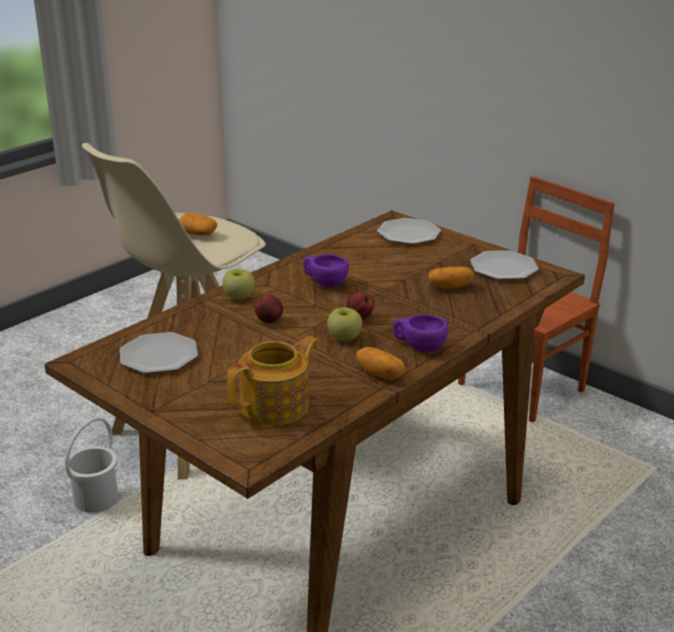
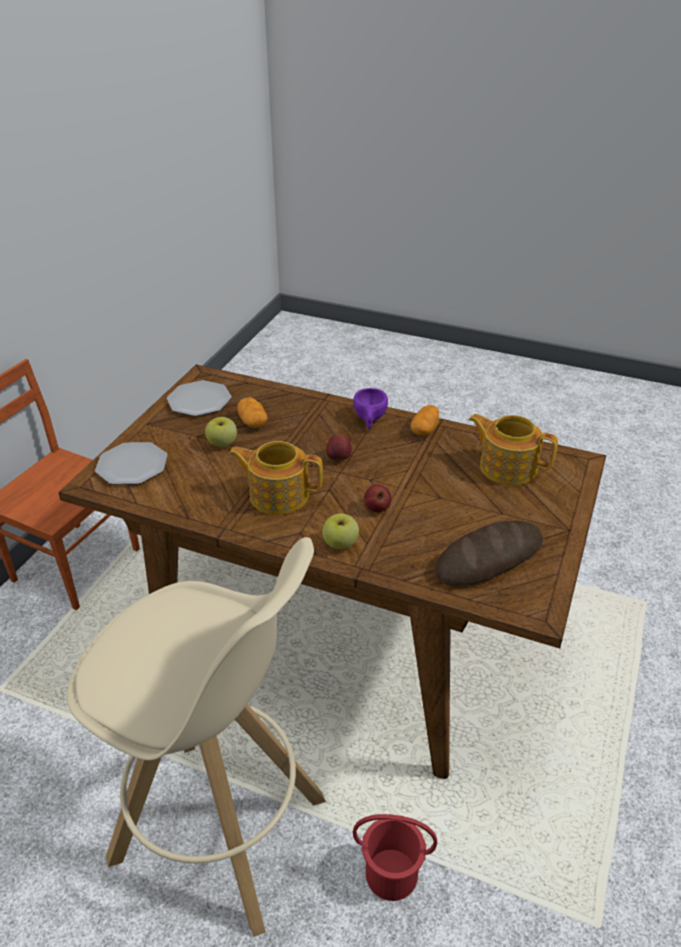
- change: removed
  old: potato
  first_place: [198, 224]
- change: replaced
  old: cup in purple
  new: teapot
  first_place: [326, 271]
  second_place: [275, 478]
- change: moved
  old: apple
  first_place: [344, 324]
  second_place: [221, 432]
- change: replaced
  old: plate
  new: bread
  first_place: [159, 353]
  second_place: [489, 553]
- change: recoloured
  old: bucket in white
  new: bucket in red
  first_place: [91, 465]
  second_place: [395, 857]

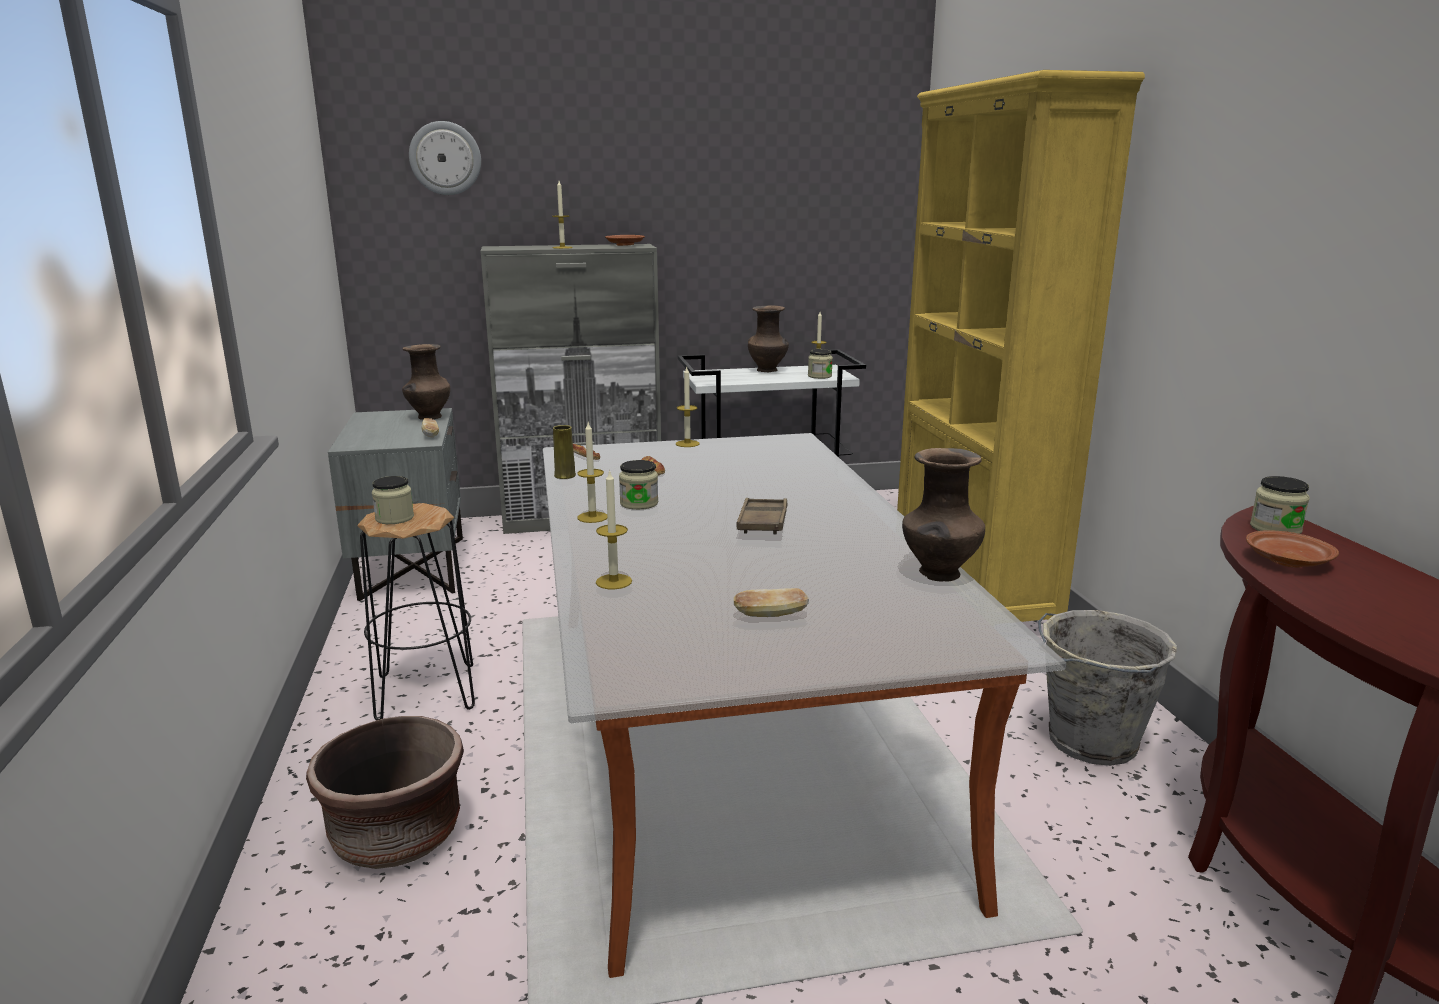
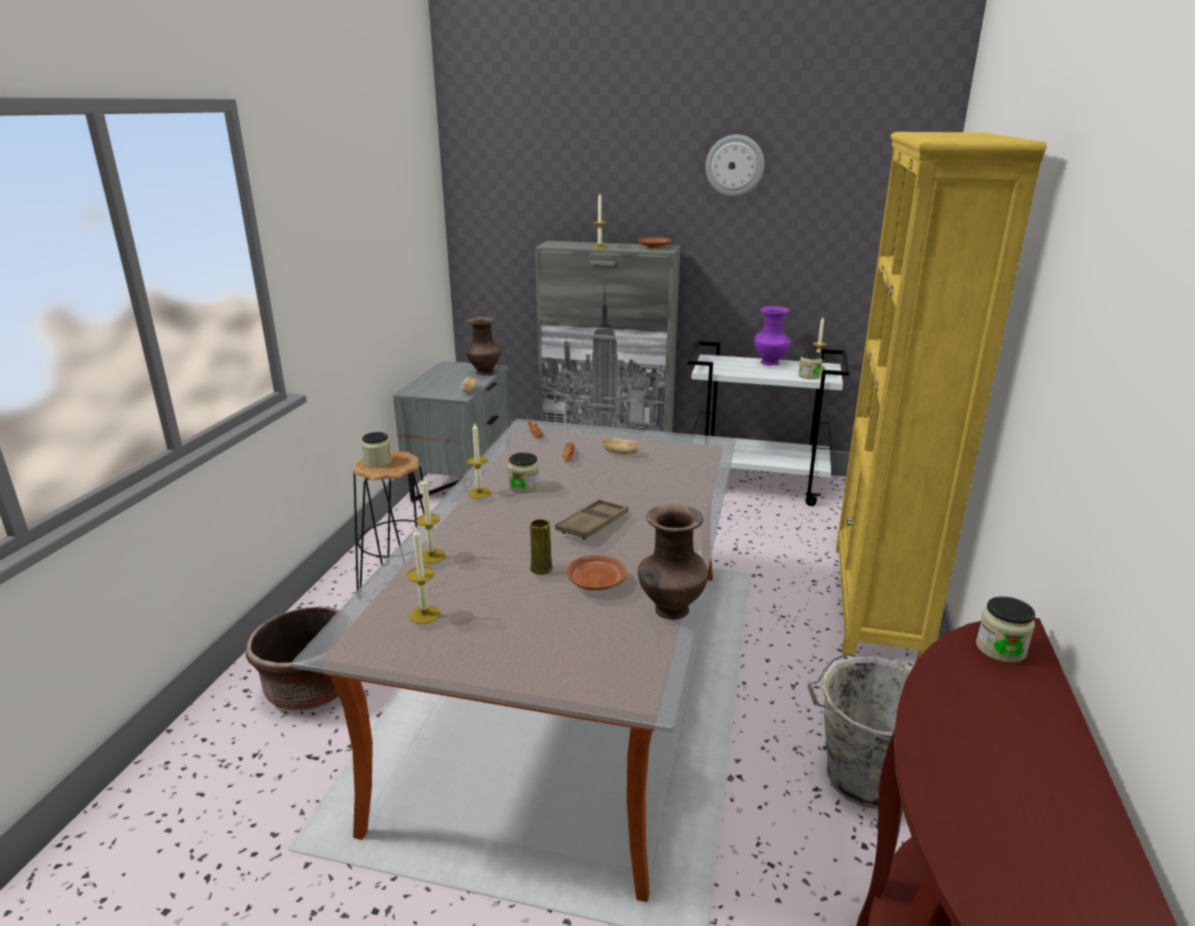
- change: moved
  old: wall clock
  first_place: [445, 158]
  second_place: [734, 165]
- change: recoloured
  old: vase in brown
  new: vase in purple
  first_place: [768, 338]
  second_place: [772, 336]
- change: moved
  old: candle
  first_place: [687, 406]
  second_place: [424, 575]
- change: moved
  old: vase in yellow
  first_place: [564, 452]
  second_place: [541, 547]
- change: moved
  old: plate in brown
  first_place: [1292, 549]
  second_place: [597, 572]
- change: moved
  old: bread
  first_place: [771, 602]
  second_place: [621, 446]

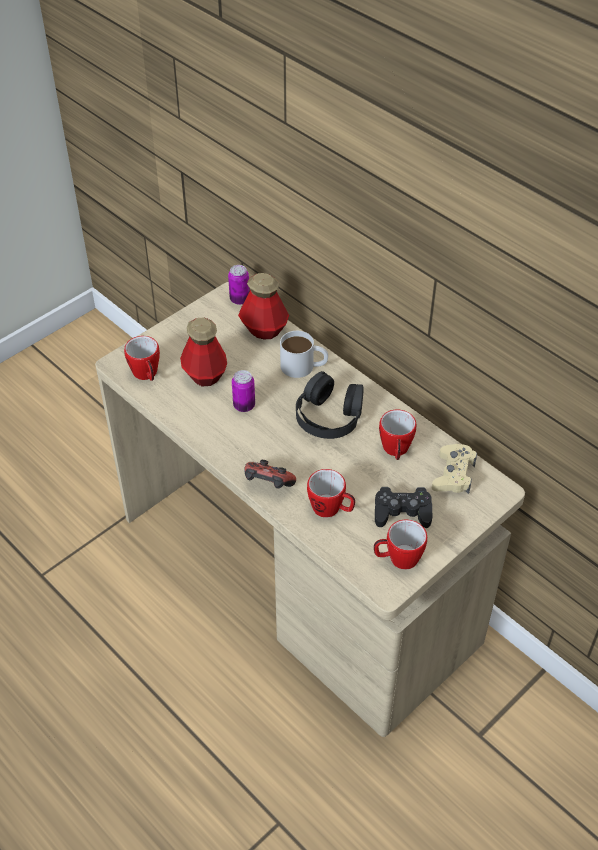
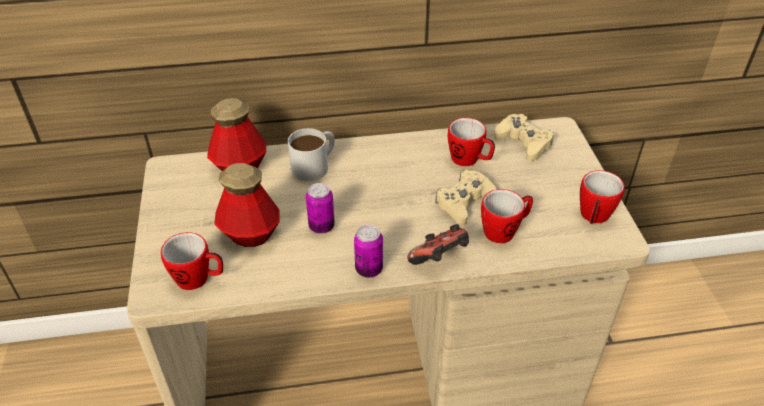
- change: moved
  old: can
  first_place: [239, 285]
  second_place: [368, 251]
- change: removed
  old: headphones in black
  first_place: [330, 405]
- change: removed
  old: game controller in black
  first_place: [404, 507]
- change: added
  new: game controller in beige
  second_place: [465, 197]

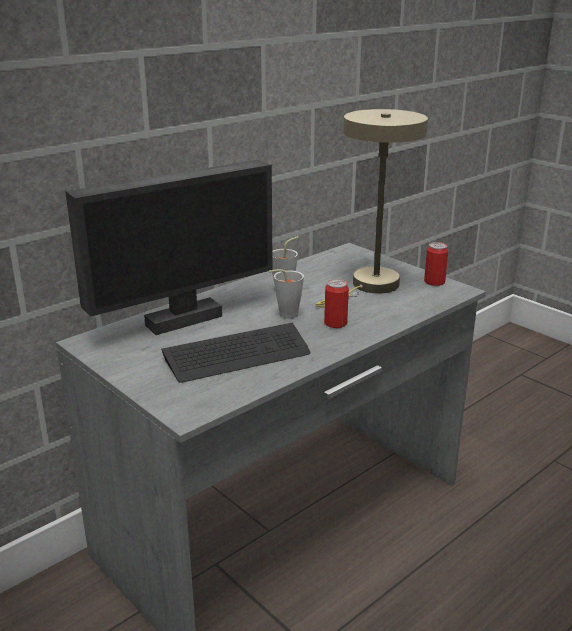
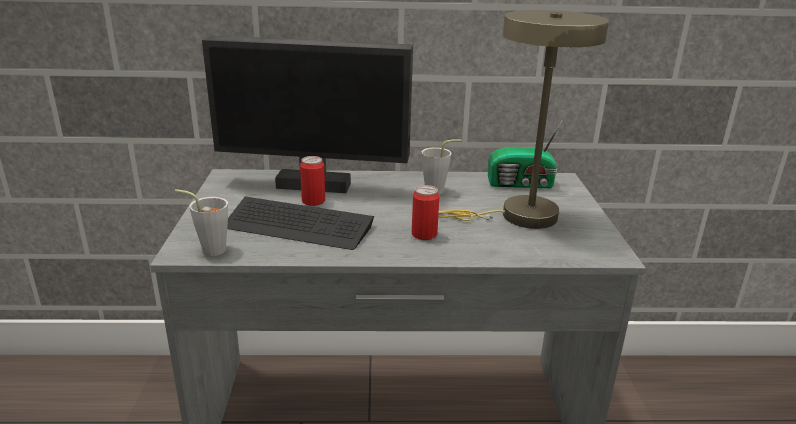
- change: moved
  old: can
  first_place: [436, 264]
  second_place: [312, 181]
- change: moved
  old: cup in grey
  first_place: [286, 294]
  second_place: [201, 222]
- change: added
  new: radio
  second_place: [525, 154]

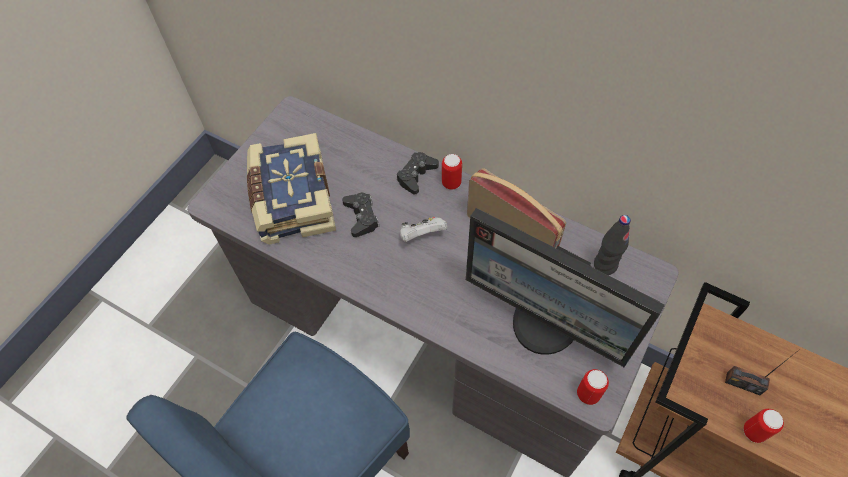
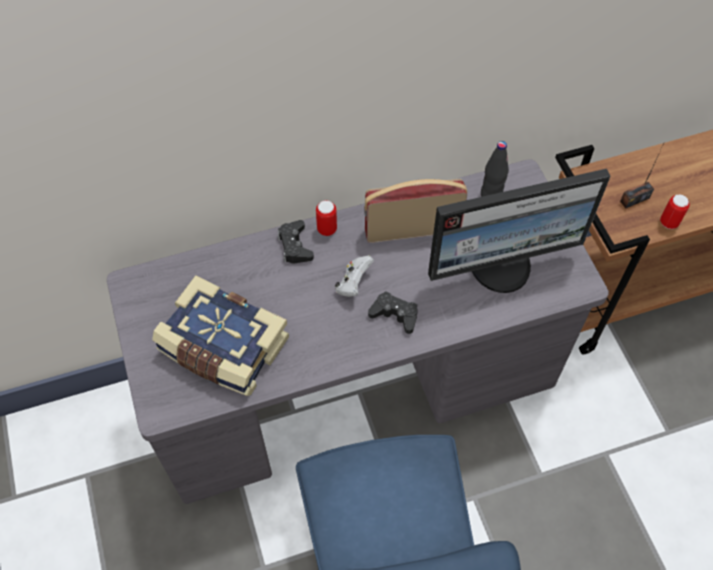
- change: moved
  old: game controller in black
  first_place: [361, 215]
  second_place: [393, 312]
- change: removed
  old: can
  first_place: [593, 387]

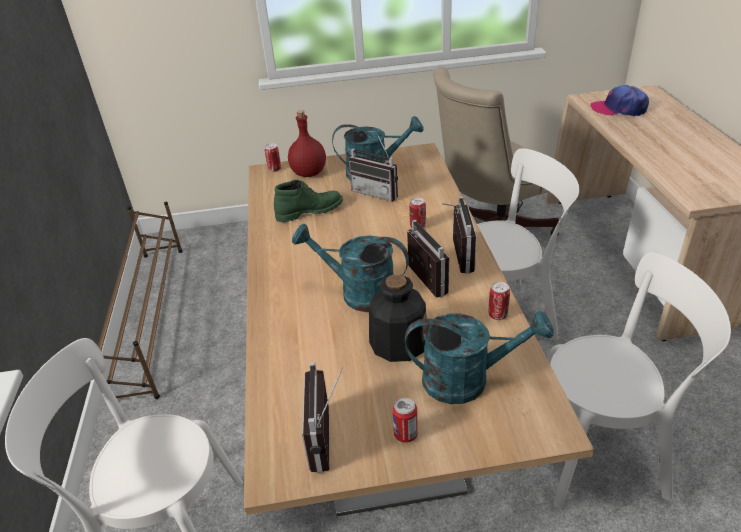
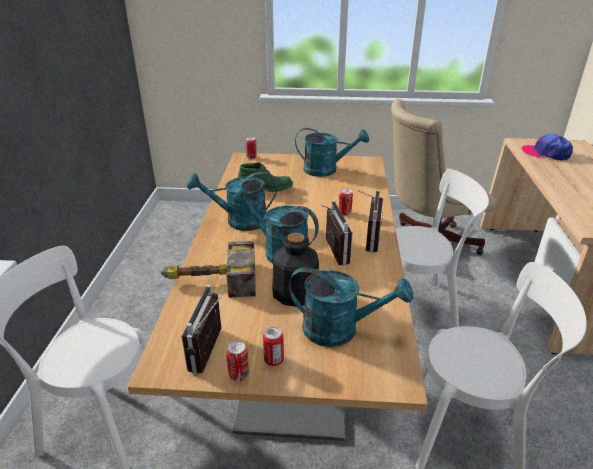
- change: removed
  old: bottle in red
  first_place: [307, 143]
- change: removed
  old: radio
  first_place: [373, 167]
- change: removed
  old: shoe rack in brown
  first_place: [140, 300]
- change: moved
  old: can
  first_place: [499, 301]
  second_place: [237, 361]
- change: added
  new: watering can in turquoise
  second_place: [232, 201]
- change: added
  new: hammer
  second_place: [208, 269]

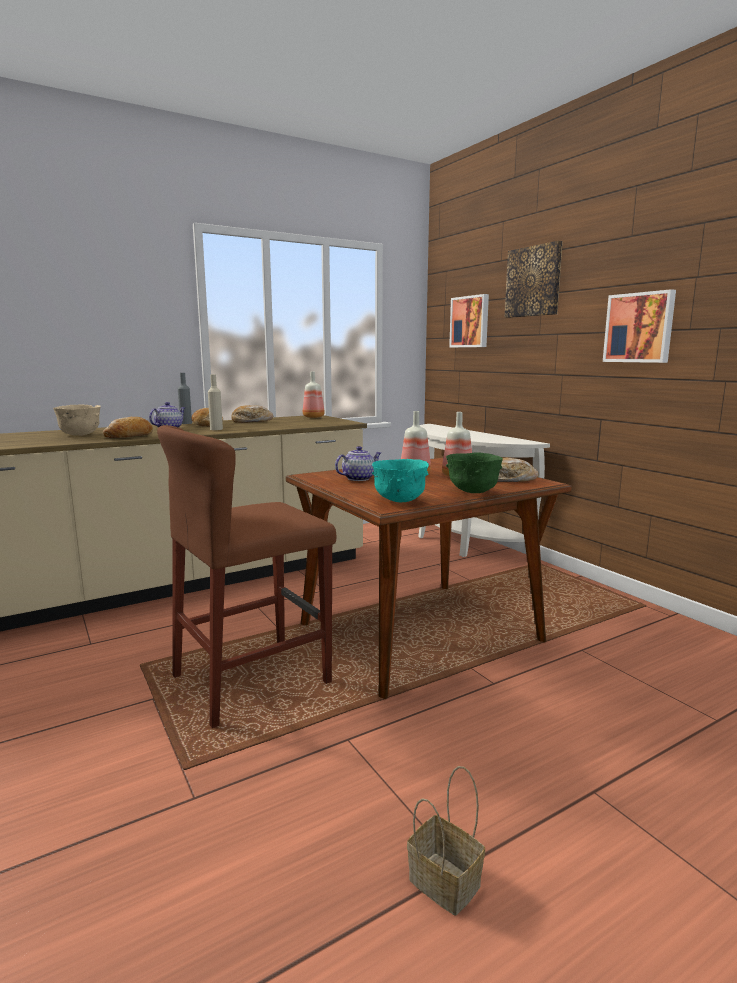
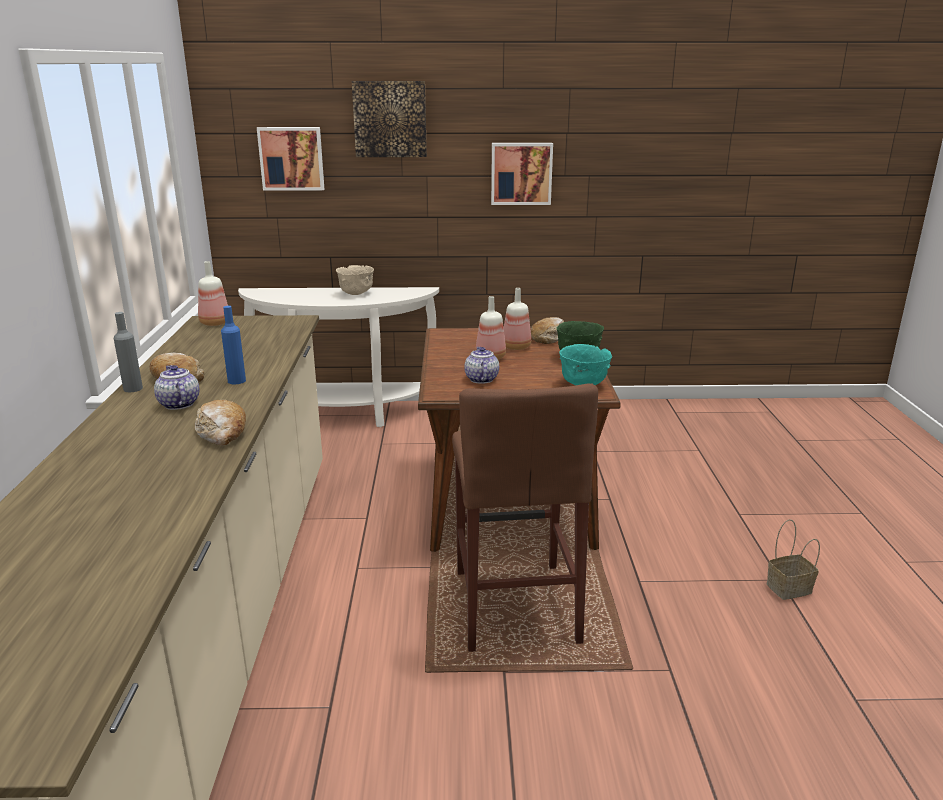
- change: recoloured
  old: bottle in beige
  new: bottle in blue
  first_place: [215, 402]
  second_place: [233, 345]
- change: moved
  old: bowl in beige
  first_place: [77, 420]
  second_place: [355, 280]
- change: removed
  old: bread
  first_place: [252, 414]

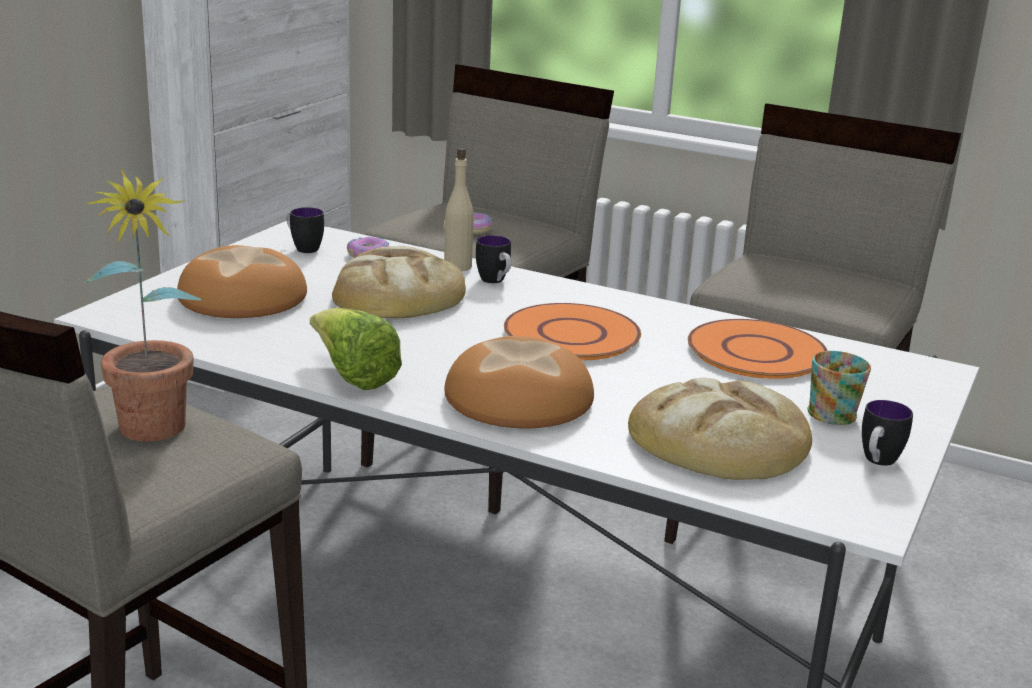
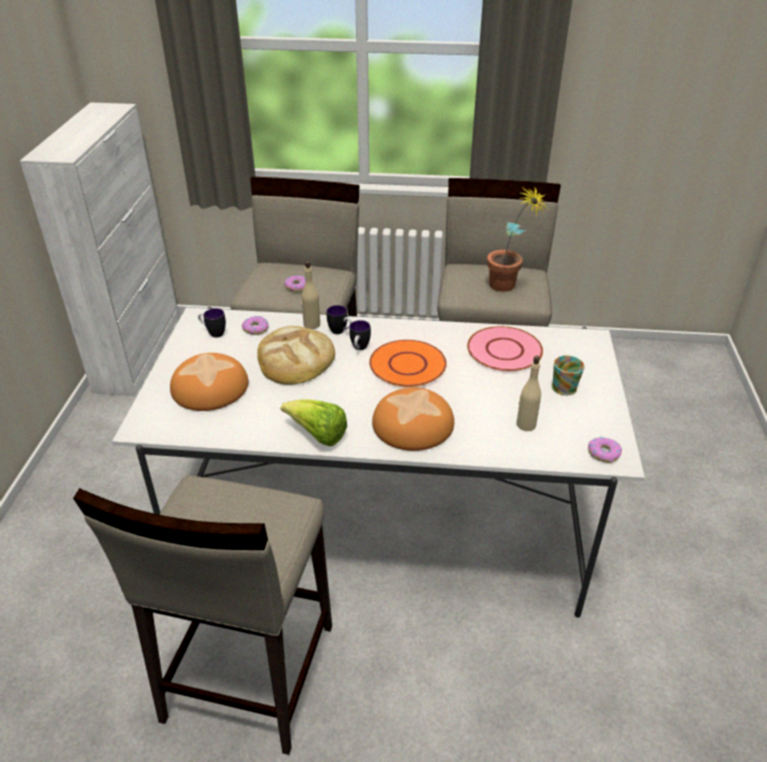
- change: moved
  old: potted plant
  first_place: [142, 305]
  second_place: [517, 239]
- change: recoloured
  old: plate in orange
  new: plate in pink
  first_place: [758, 349]
  second_place: [505, 348]
- change: replaced
  old: bread
  new: bottle in beige
  first_place: [720, 429]
  second_place: [528, 393]
- change: moved
  old: mug
  first_place: [887, 433]
  second_place: [360, 335]
- change: added
  new: donut
  second_place: [605, 450]

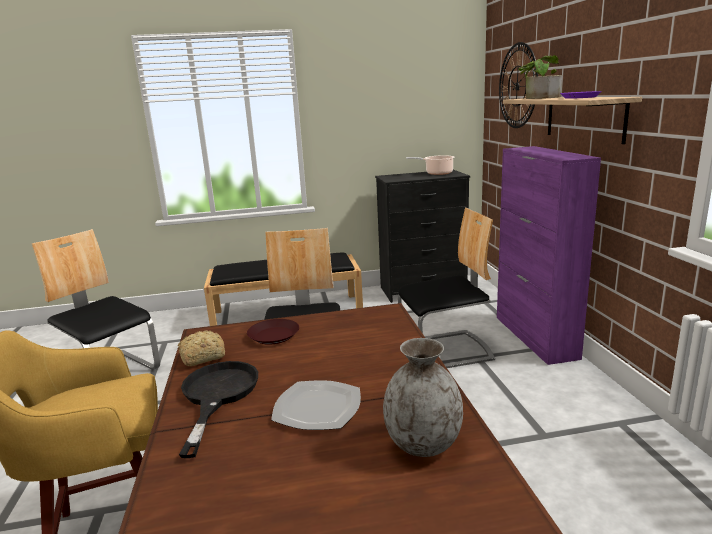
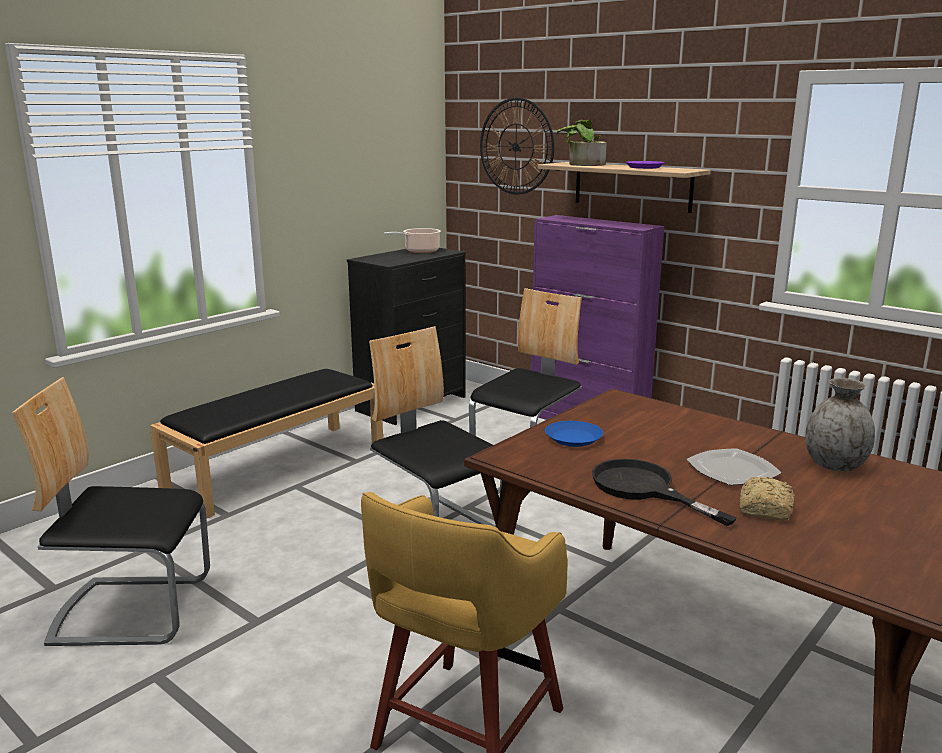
- change: recoloured
  old: plate in brown
  new: plate in blue
  first_place: [273, 332]
  second_place: [574, 434]
- change: moved
  old: bread
  first_place: [201, 348]
  second_place: [767, 499]

